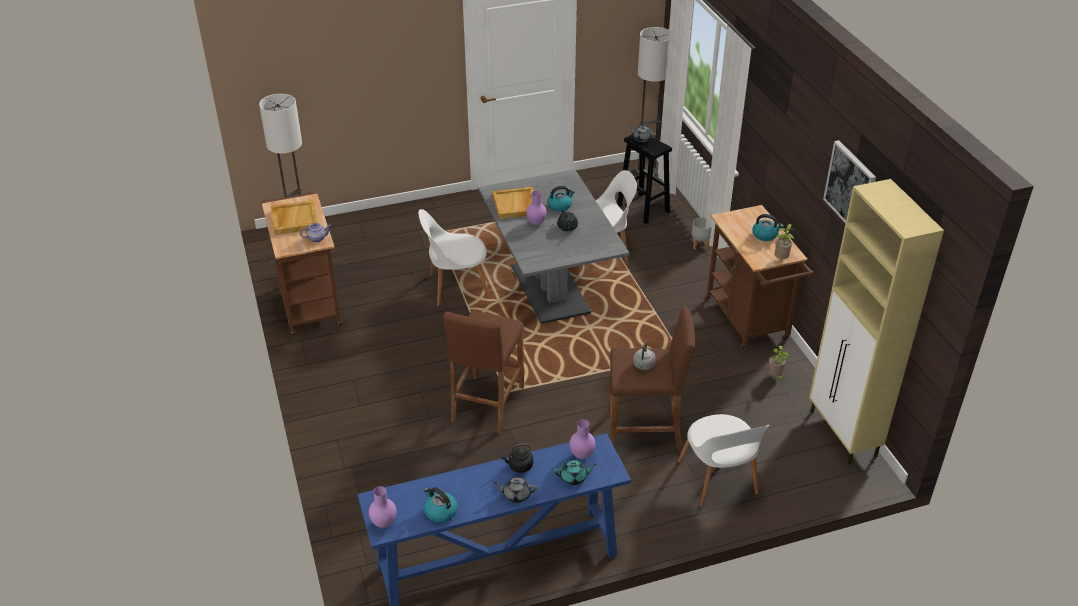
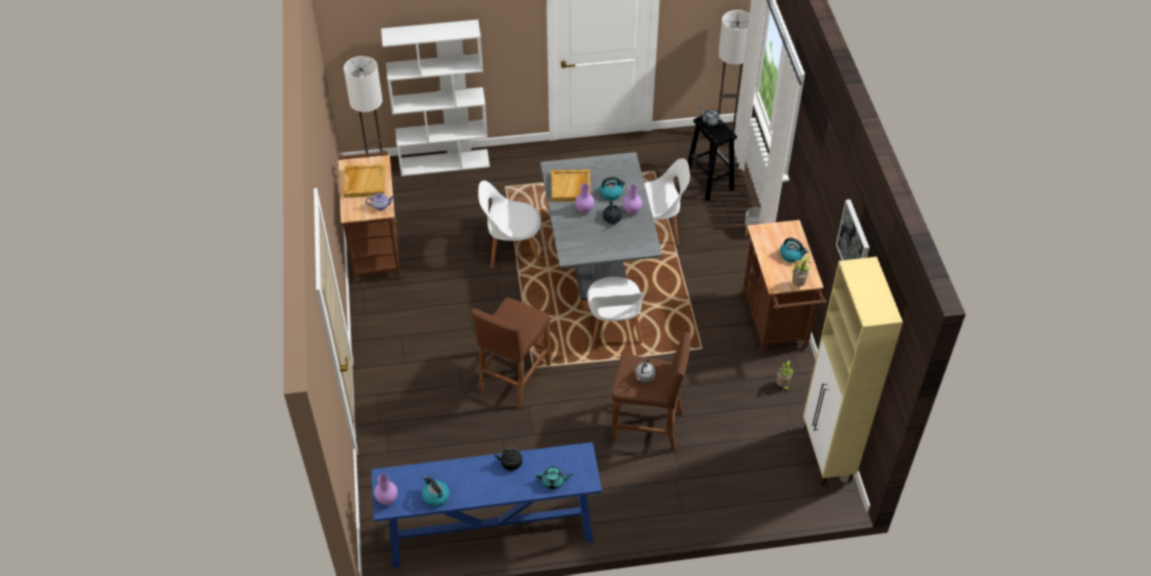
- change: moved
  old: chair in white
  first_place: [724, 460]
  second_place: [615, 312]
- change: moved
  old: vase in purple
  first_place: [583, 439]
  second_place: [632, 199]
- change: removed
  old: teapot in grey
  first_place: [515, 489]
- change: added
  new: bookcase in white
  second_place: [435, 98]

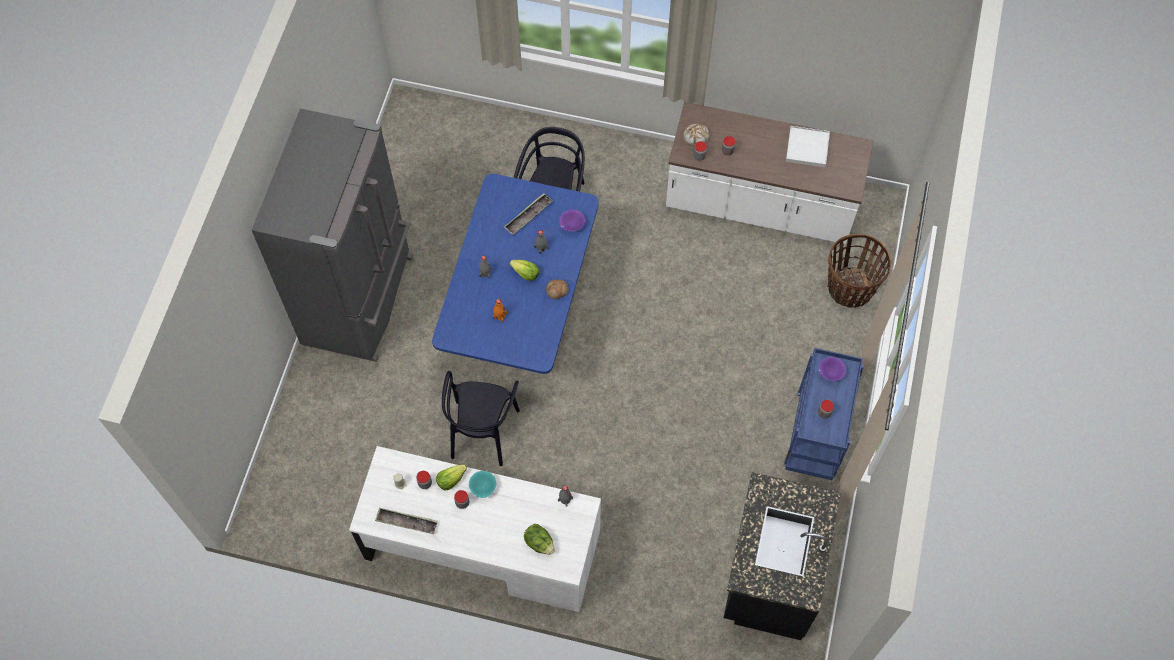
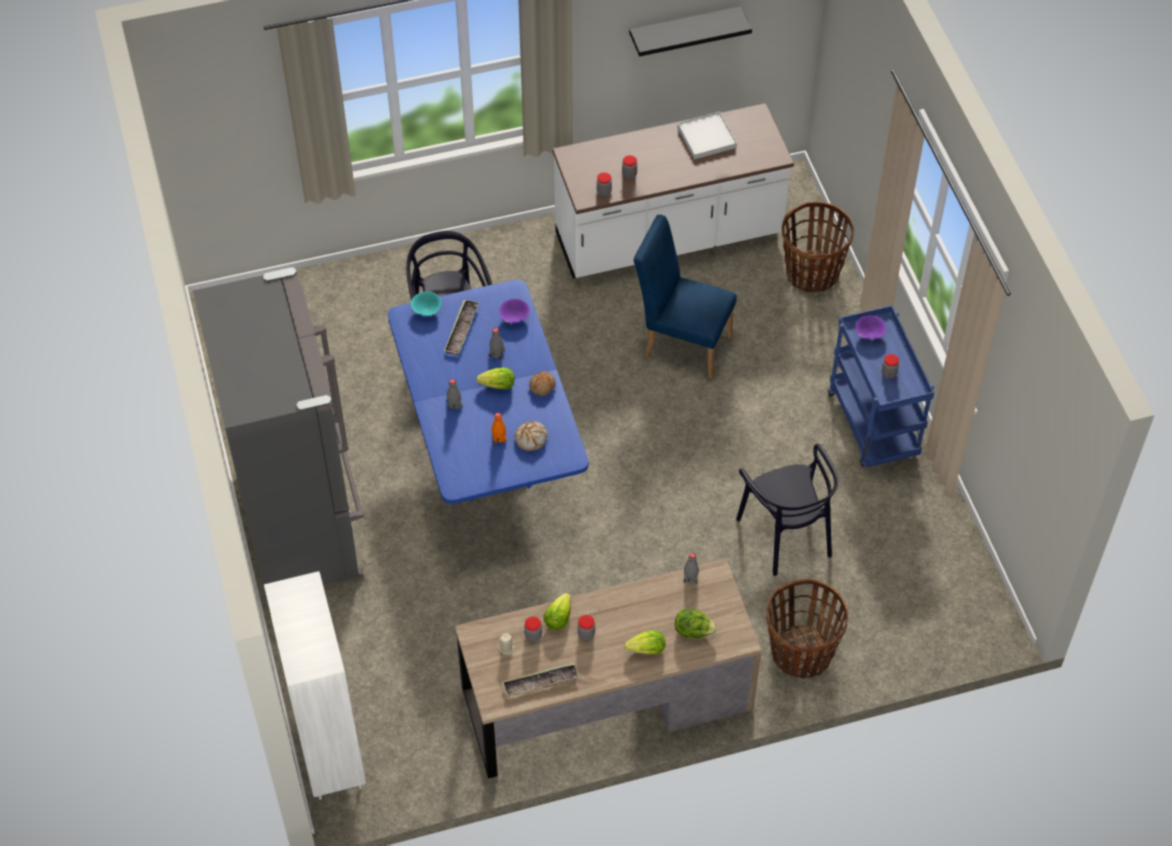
- change: moved
  old: bread
  first_place: [696, 134]
  second_place: [531, 436]
- change: moved
  old: chair in black
  first_place: [481, 418]
  second_place: [787, 510]
- change: recoloured
  old: desk in white
  new: desk in brown
  first_place: [475, 529]
  second_place: [608, 669]
- change: moved
  old: bowl in turquoise
  first_place: [483, 484]
  second_place: [426, 304]
- change: removed
  old: counter in black
  first_place: [782, 556]
- change: added
  new: shelf in black
  second_place: [690, 31]
- change: added
  new: chair in blue
  second_place: [685, 296]
- change: added
  new: bookcase in white
  second_place: [315, 685]
- change: added
  new: basket
  second_place: [807, 629]
- change: added
  new: lettuce
  second_place: [644, 642]

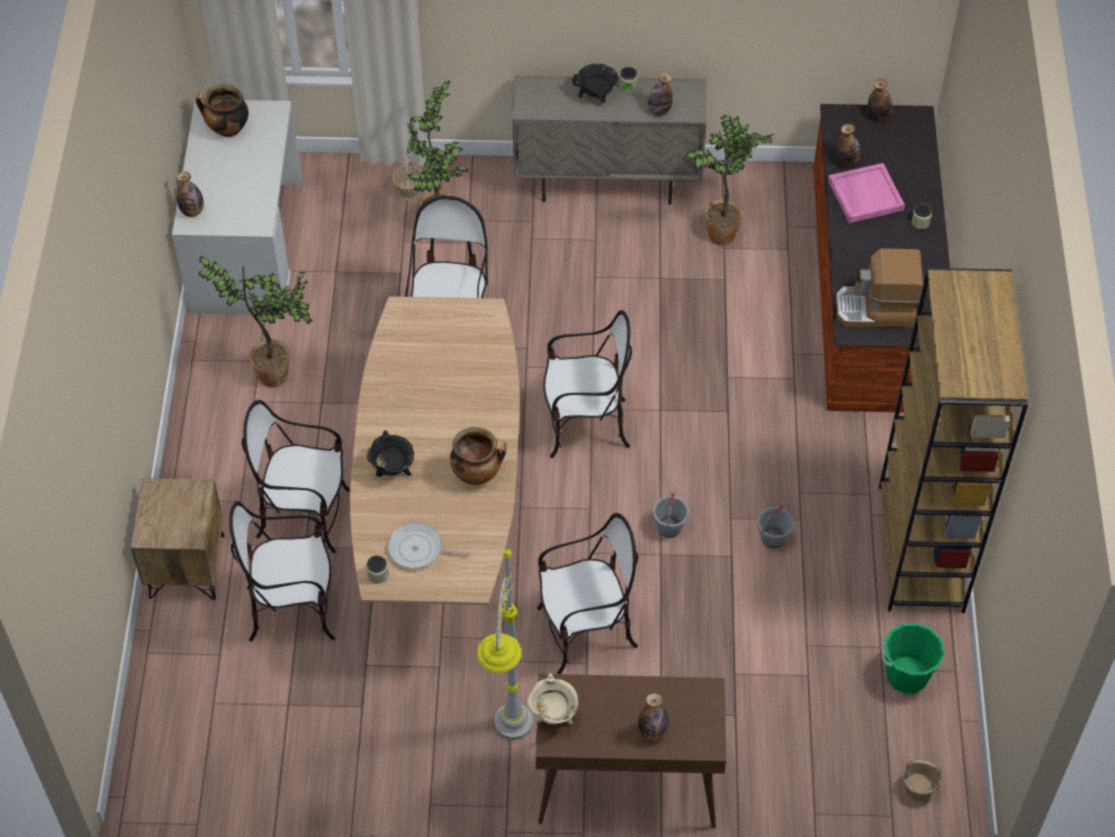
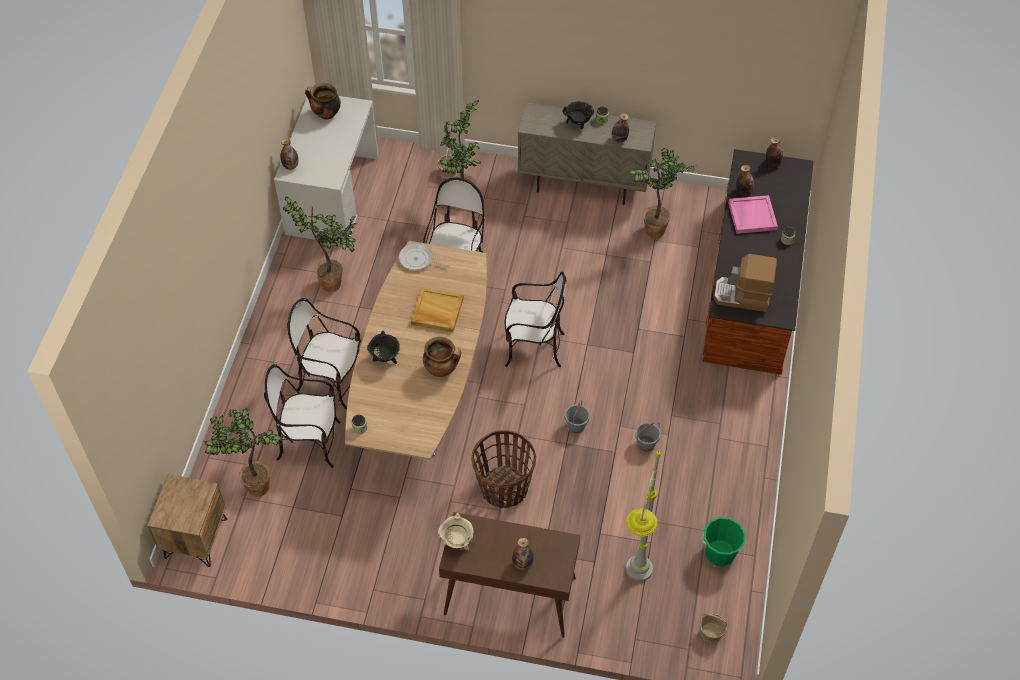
- change: removed
  old: bookcase in brown
  first_place: [953, 440]
- change: moved
  old: nightstand in brown
  first_place: [177, 539]
  second_place: [187, 520]
- change: replaced
  old: chair
  new: basket
  first_place: [587, 593]
  second_place: [503, 469]
- change: moved
  old: frying pan
  first_place: [429, 545]
  second_place: [424, 256]
- change: moved
  old: floor lamp in grey
  first_place: [505, 643]
  second_place: [643, 516]
- change: added
  new: tray in beige
  second_place: [437, 309]
- change: added
  new: potted plant
  second_place: [243, 452]

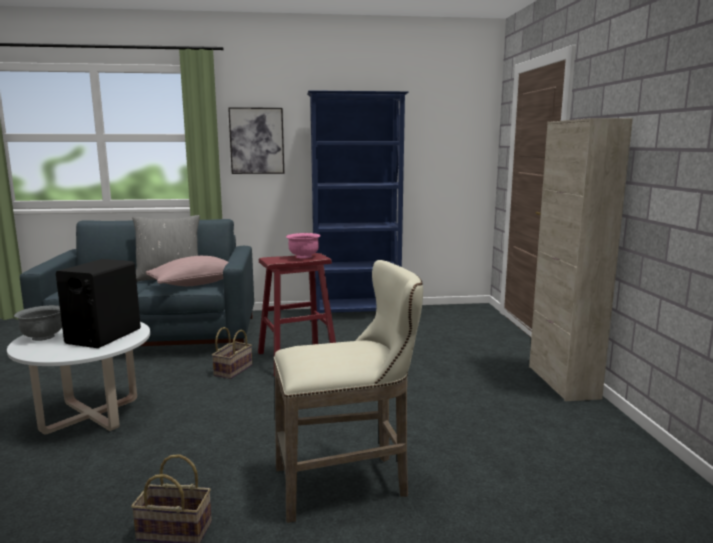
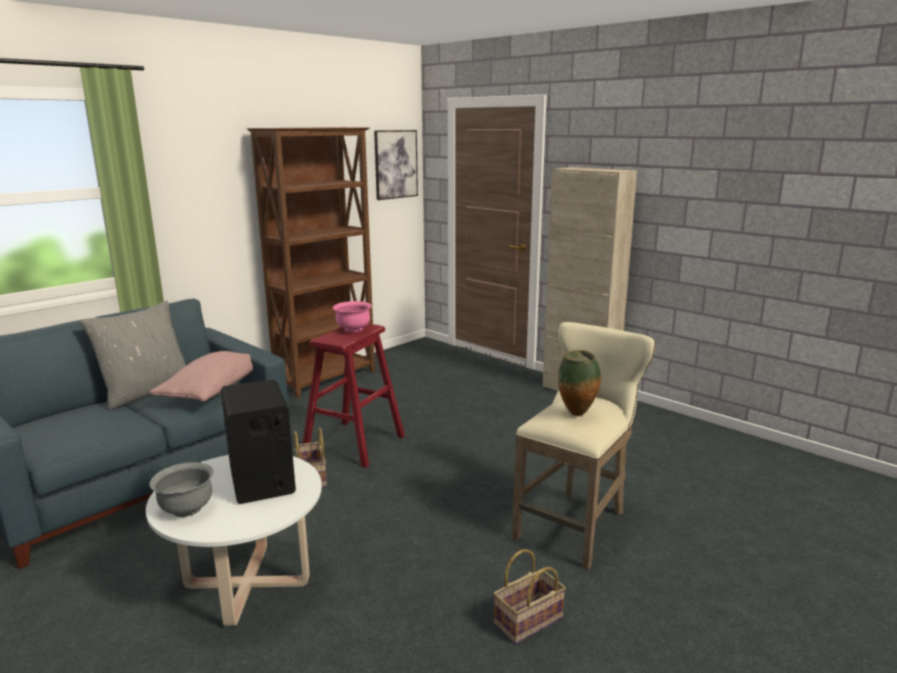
- change: recoloured
  old: bookcase in blue
  new: bookcase in brown
  first_place: [358, 205]
  second_place: [311, 262]
- change: moved
  old: picture
  first_place: [256, 140]
  second_place: [396, 165]
- change: added
  new: vase
  second_place: [579, 383]

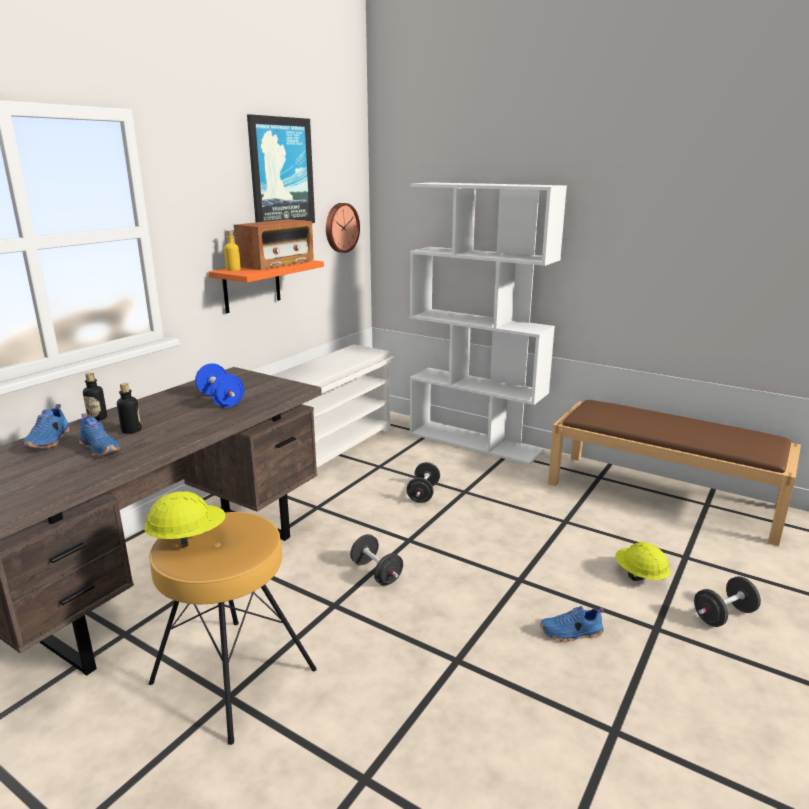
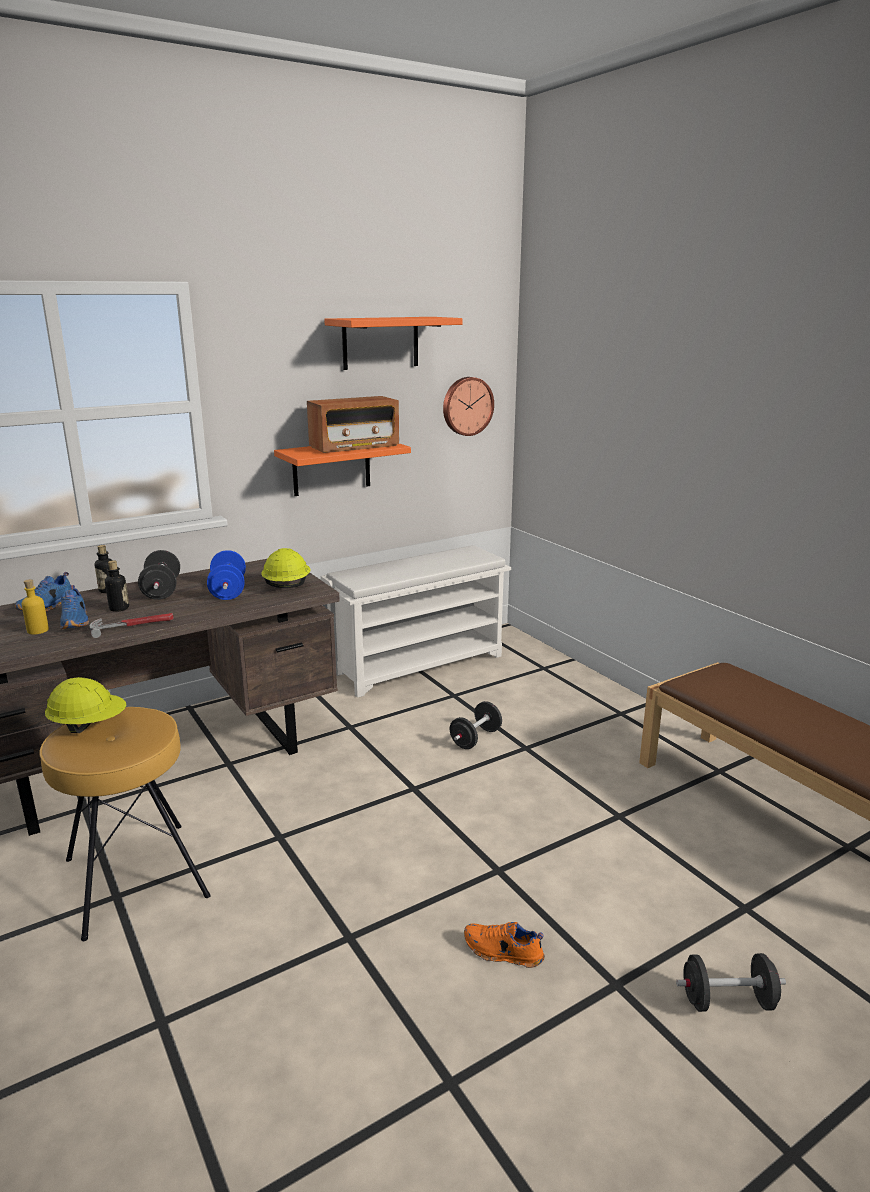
- change: replaced
  old: picture
  new: shelf in orange
  first_place: [281, 168]
  second_place: [393, 343]
- change: removed
  old: bookcase in white
  first_place: [488, 323]
- change: moved
  old: bottle in yellow
  first_place: [232, 251]
  second_place: [35, 607]
- change: moved
  old: dumbbell in black
  first_place: [376, 560]
  second_place: [159, 575]
- change: moved
  old: hard hat in yellow
  first_place: [642, 561]
  second_place: [286, 568]
- change: recoloured
  old: shoe in blue
  new: shoe in orange
  first_place: [572, 624]
  second_place: [504, 945]
- change: added
  new: hammer
  second_place: [132, 625]

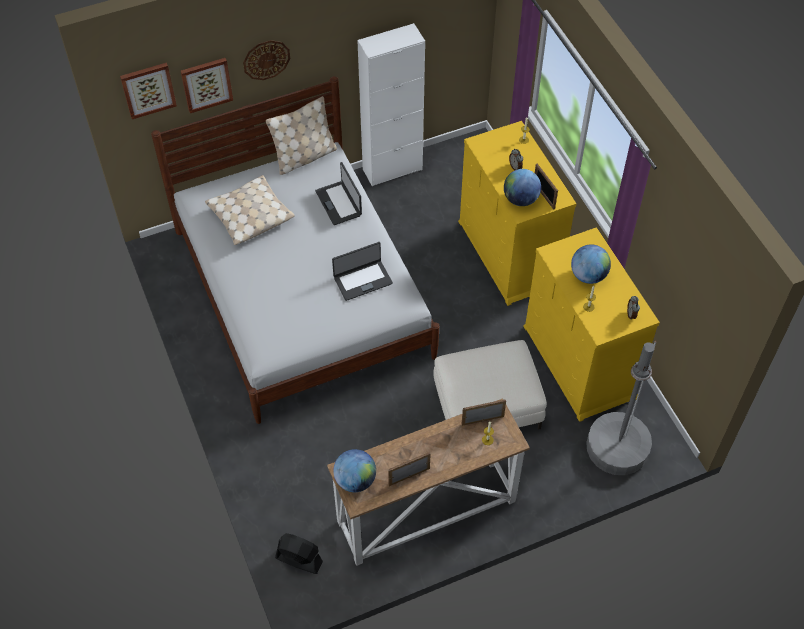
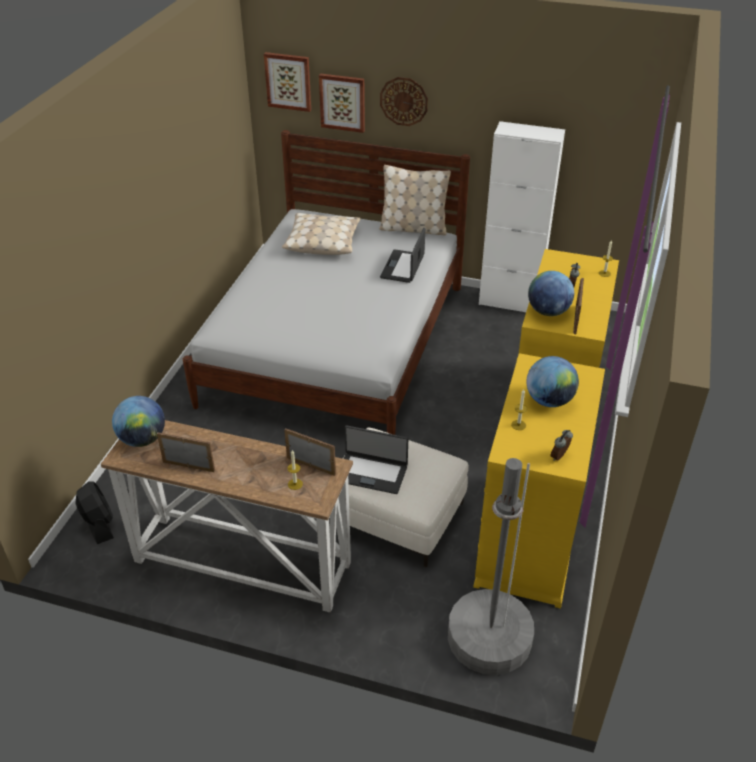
- change: moved
  old: laptop
  first_place: [362, 271]
  second_place: [376, 459]

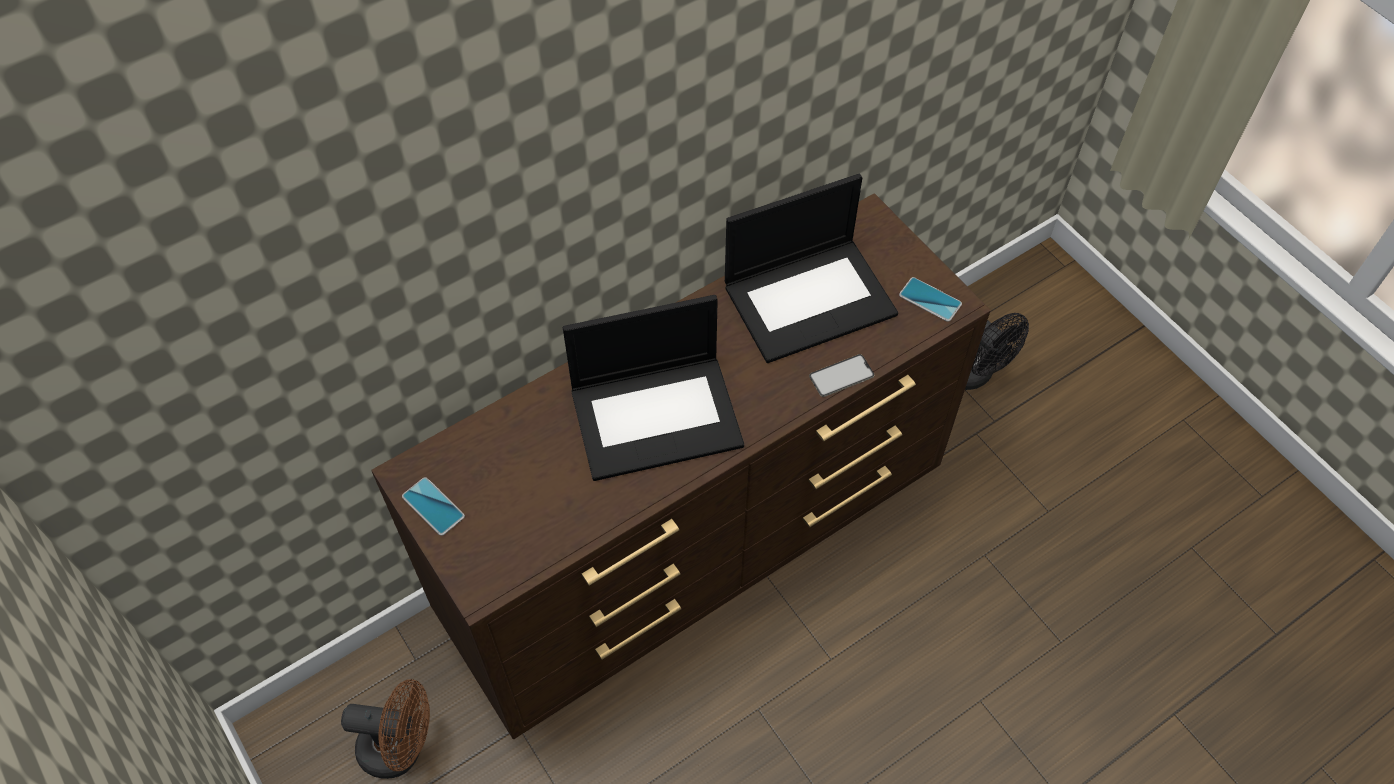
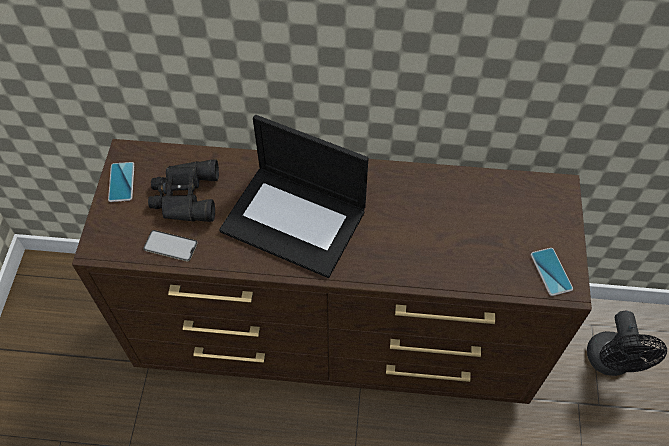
- change: removed
  old: laptop
  first_place: [811, 268]
- change: moved
  old: phone
  first_place: [841, 375]
  second_place: [170, 246]
- change: removed
  old: fan in brown
  first_place: [385, 729]
- change: added
  new: binoculars in black
  second_place: [183, 190]

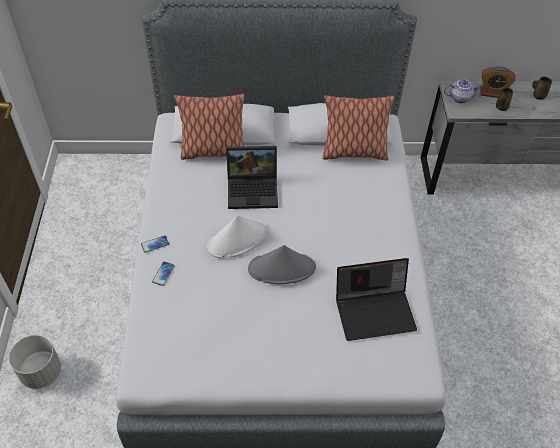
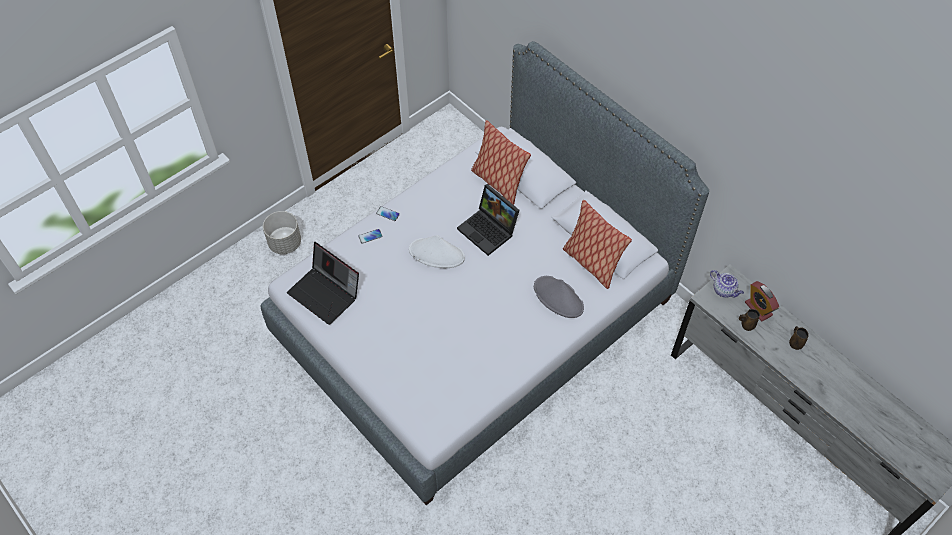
- change: moved
  old: hat in grey
  first_place: [282, 265]
  second_place: [559, 297]
- change: moved
  old: laptop
  first_place: [376, 299]
  second_place: [323, 283]

